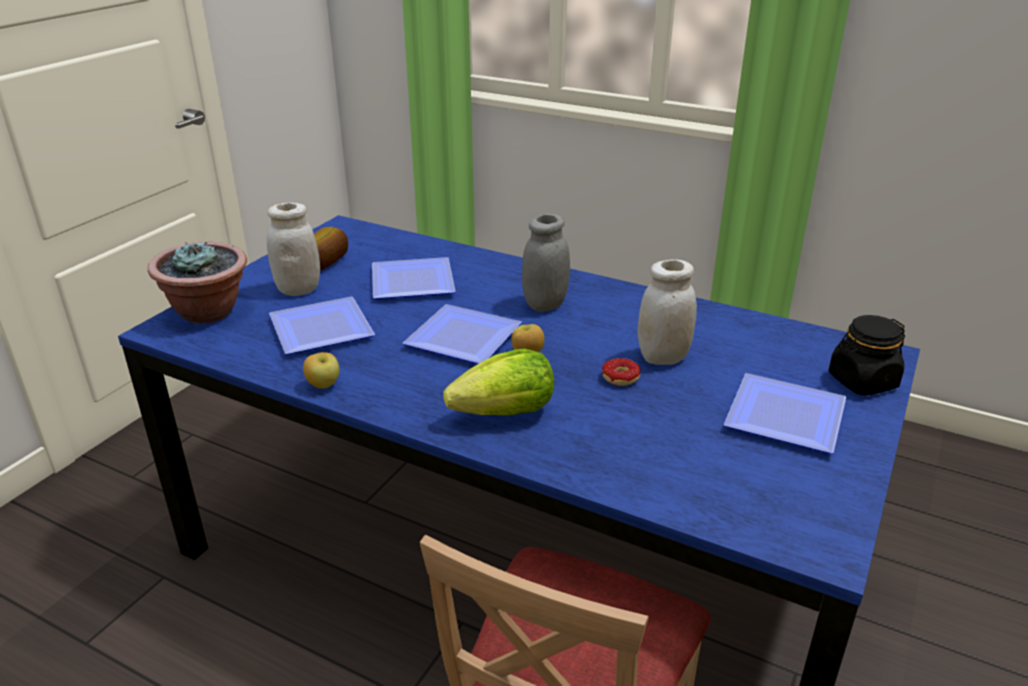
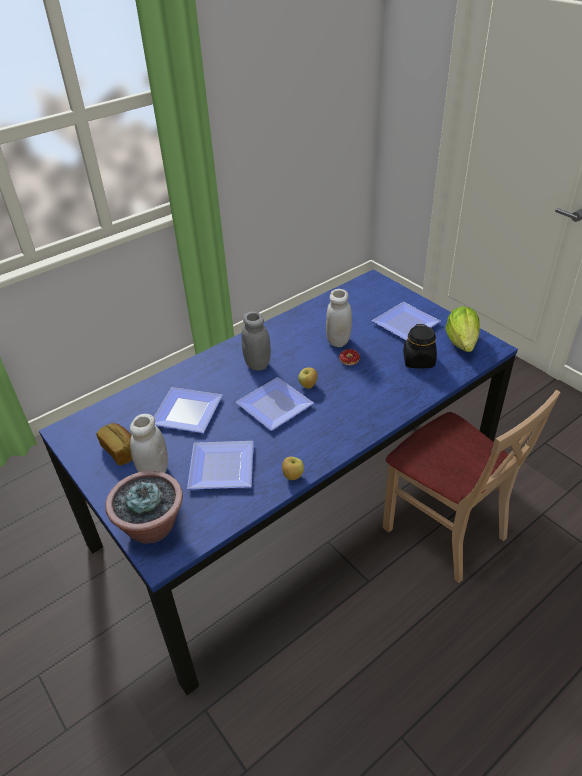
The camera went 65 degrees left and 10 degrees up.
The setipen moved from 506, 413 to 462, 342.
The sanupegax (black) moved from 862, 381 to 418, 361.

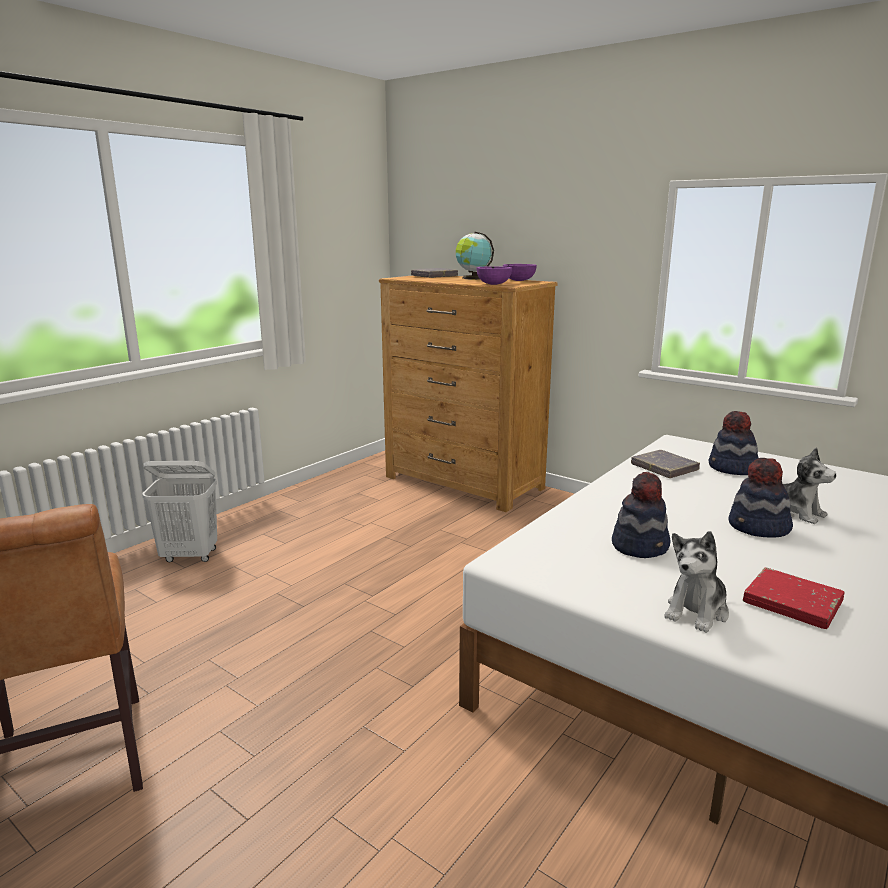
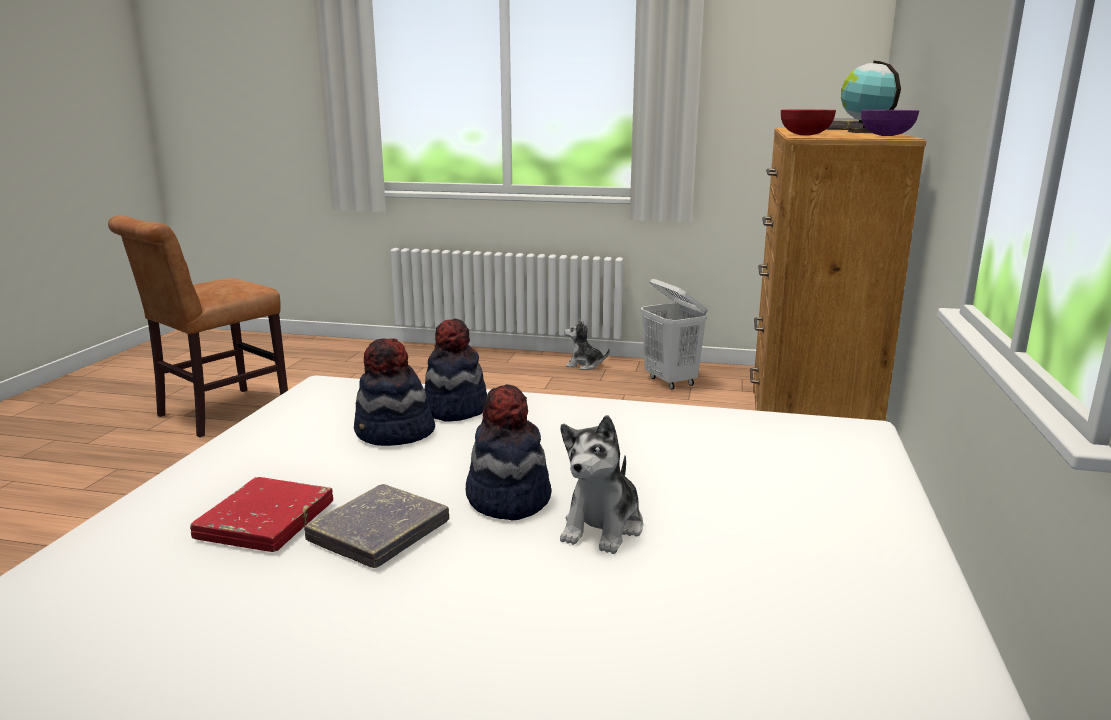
The camera went 65 degrees right and 0 degrees up.
The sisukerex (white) moved from 190, 556 to 671, 381.
The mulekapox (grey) moved from 664, 468 to 379, 532.
The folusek moved from 697, 611 to 584, 365.
The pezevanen moved from 732, 469 to 454, 409.
The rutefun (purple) at 494, 284 became the rutefun (red) at 805, 135.

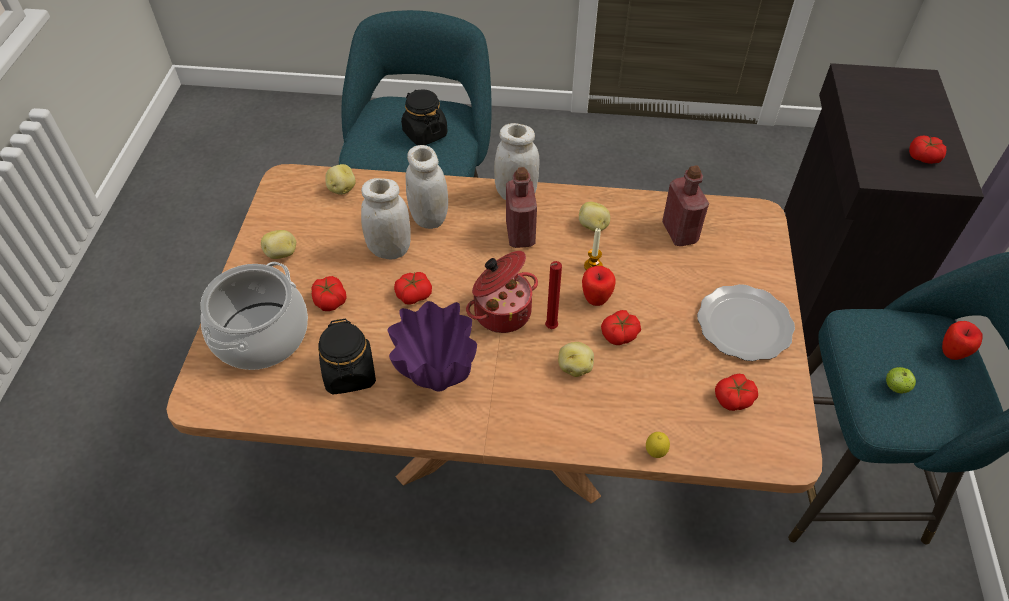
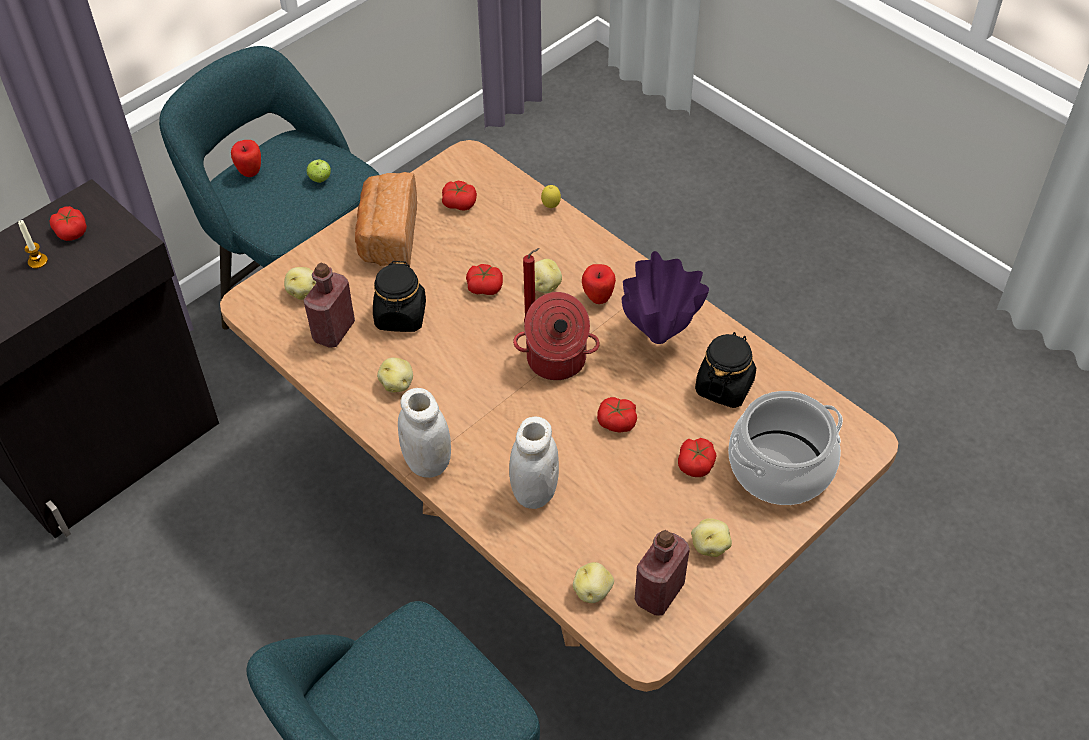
The camera went 140 degrees left and 0 degrees up.
The sanupegax (white) at 390, 250 disappeared.
The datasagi at 303, 292 appeared.
The sanupegax (black) moved from 425, 133 to 401, 316.
The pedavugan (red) moved from 520, 234 to 659, 593.
The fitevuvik moved from 596, 299 to 598, 298.
The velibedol moved from 593, 266 to 38, 261.
The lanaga at 744, 326 was replaced by the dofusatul at 388, 236.

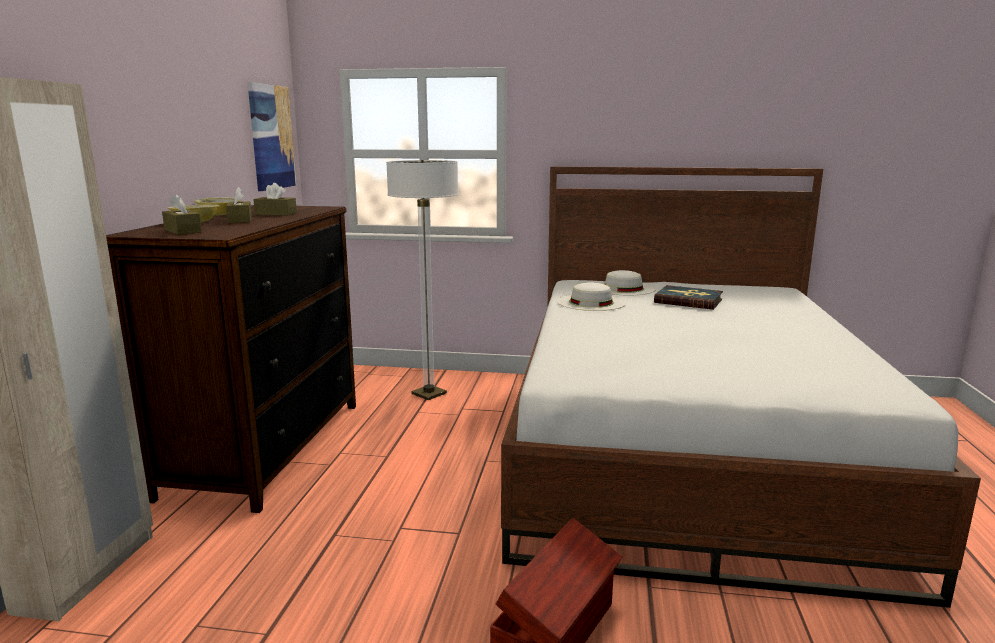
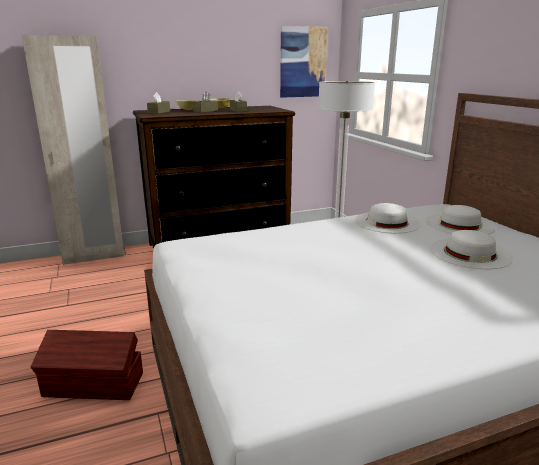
The camera went 60 degrees right and 5 degrees up.
The mulekapox at 688, 301 was replaced by the pezevanen (white) at 470, 253.

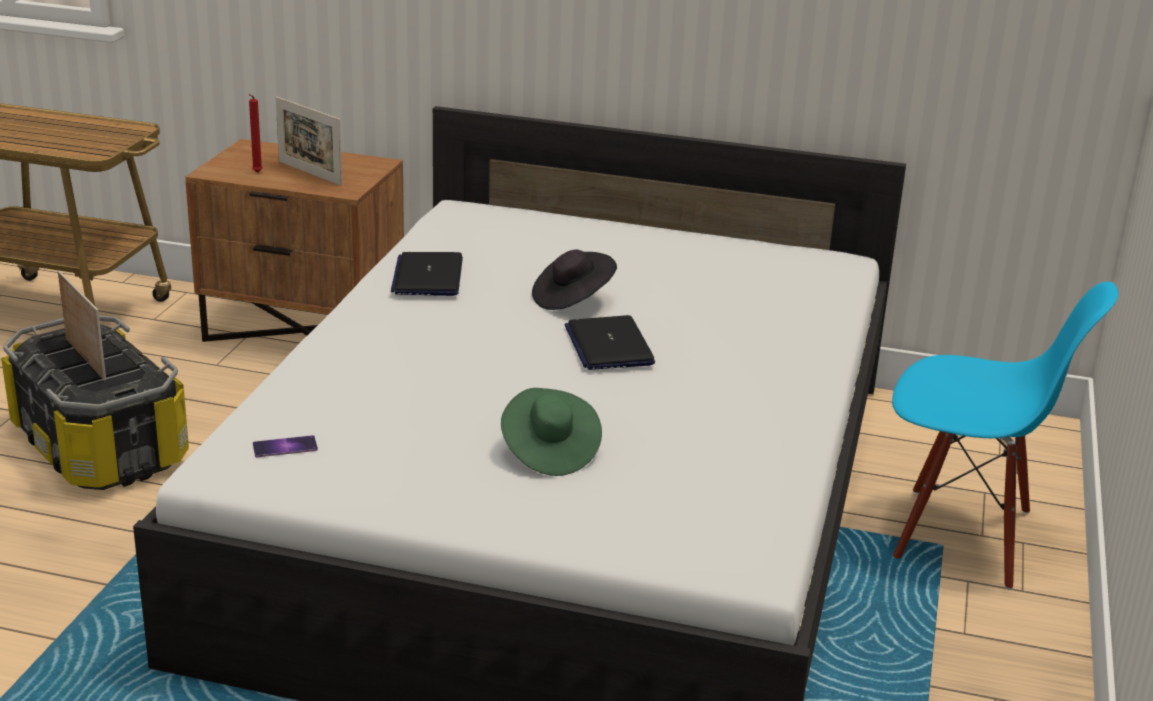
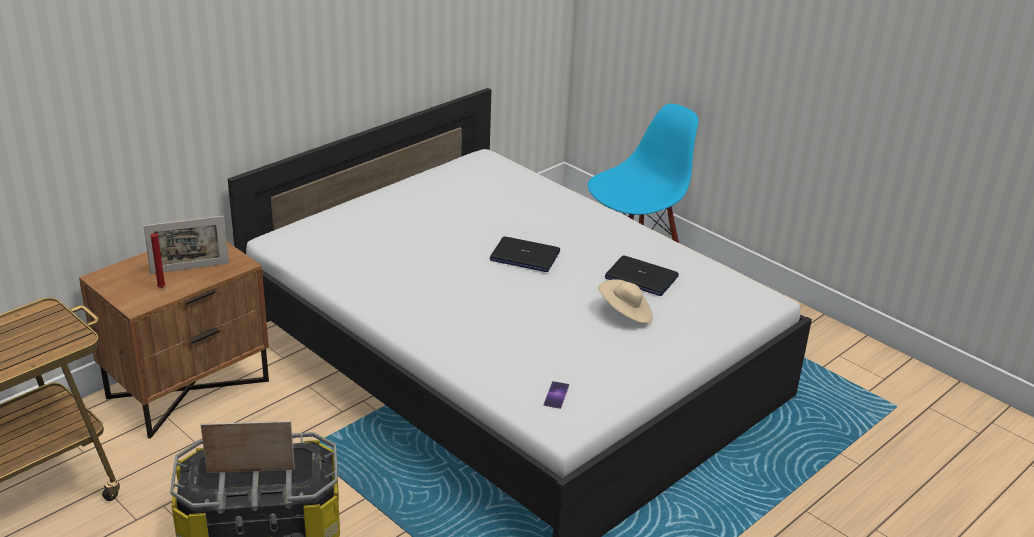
The camera went 60 degrees left and 5 degrees up.
The pezevanen (black) at 572, 299 disappeared.
The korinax moved from 428, 276 to 641, 277.
The pezevanen (green) at 549, 452 became the pezevanen (beige) at 625, 314.

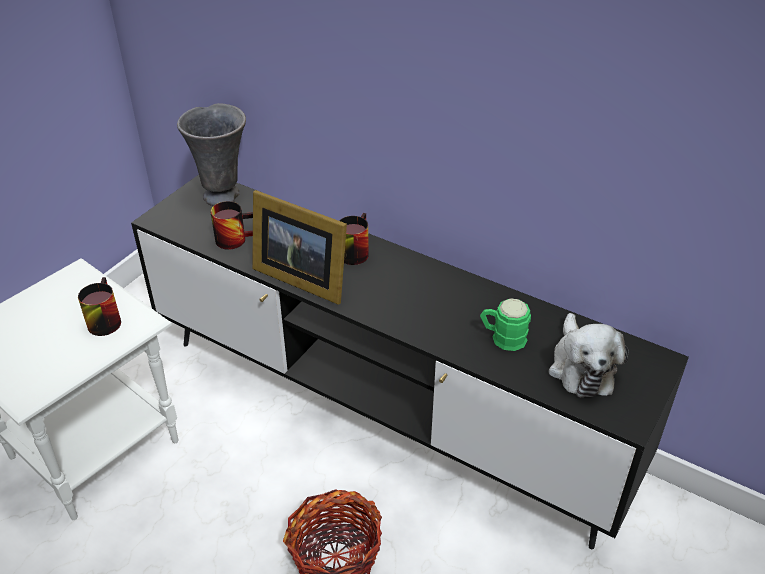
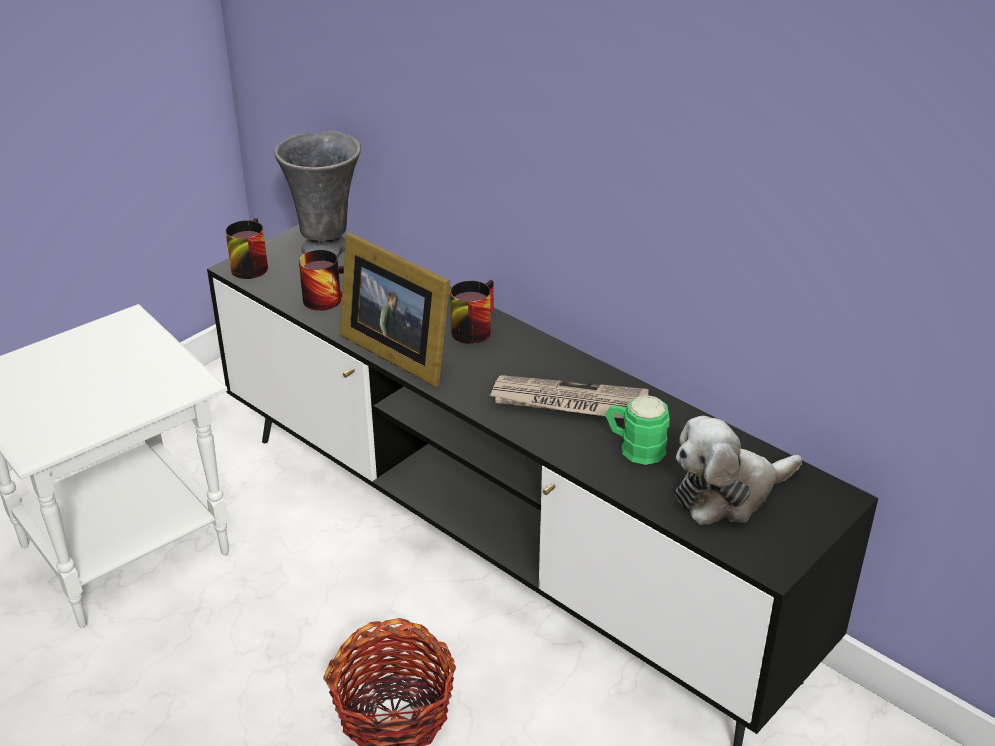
The camera went 10 degrees right and 5 degrees down.
The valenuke at 568, 403 appeared.
The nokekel moved from 102, 320 to 248, 265.
The folusek at 581, 367 turned 60 degrees clockwise.

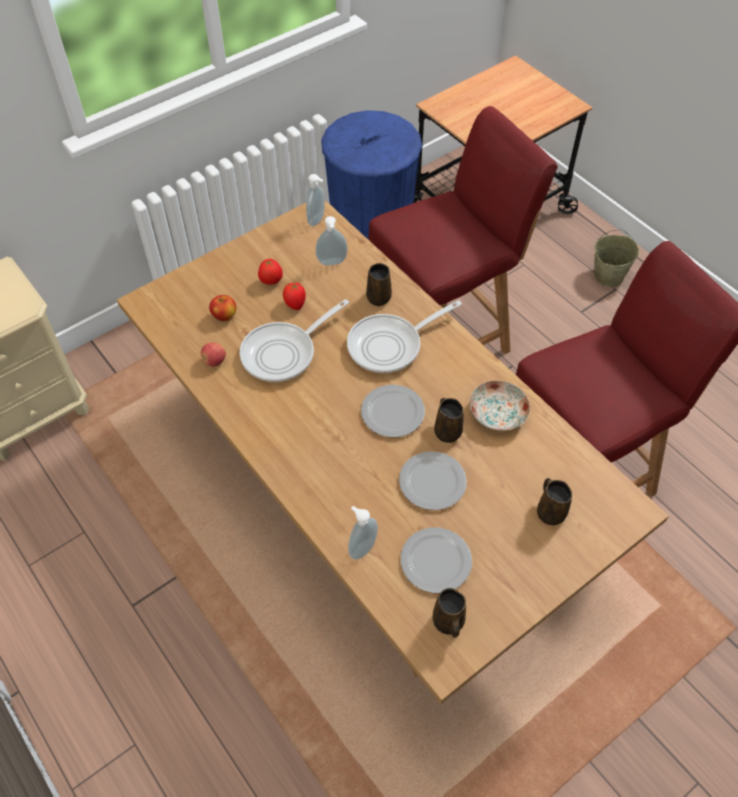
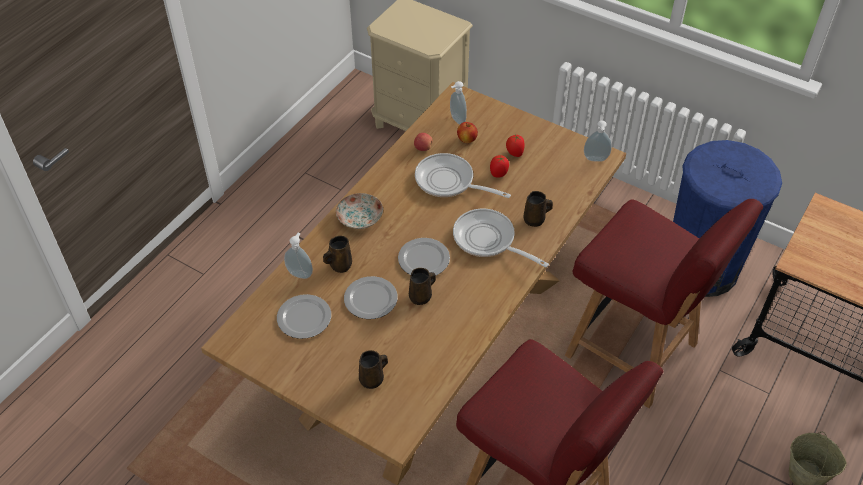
The camera went 70 degrees right and 5 degrees down.
The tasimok moved from 332, 263 to 456, 120.
The nokekel (brown) moved from 448, 623 to 339, 265.
The lanaga moved from 496, 413 to 360, 217.

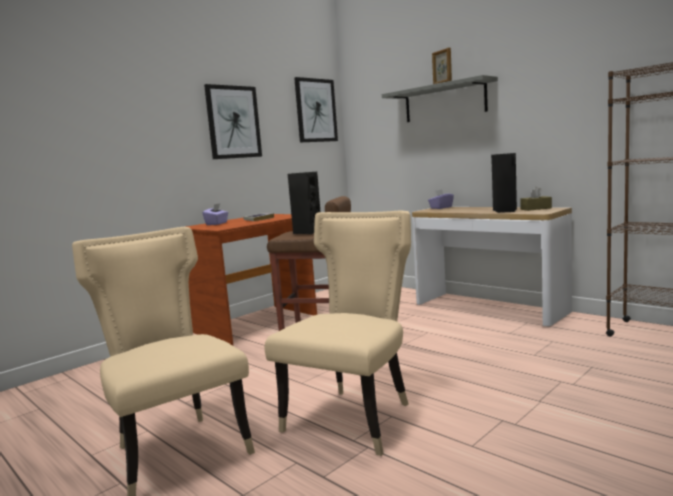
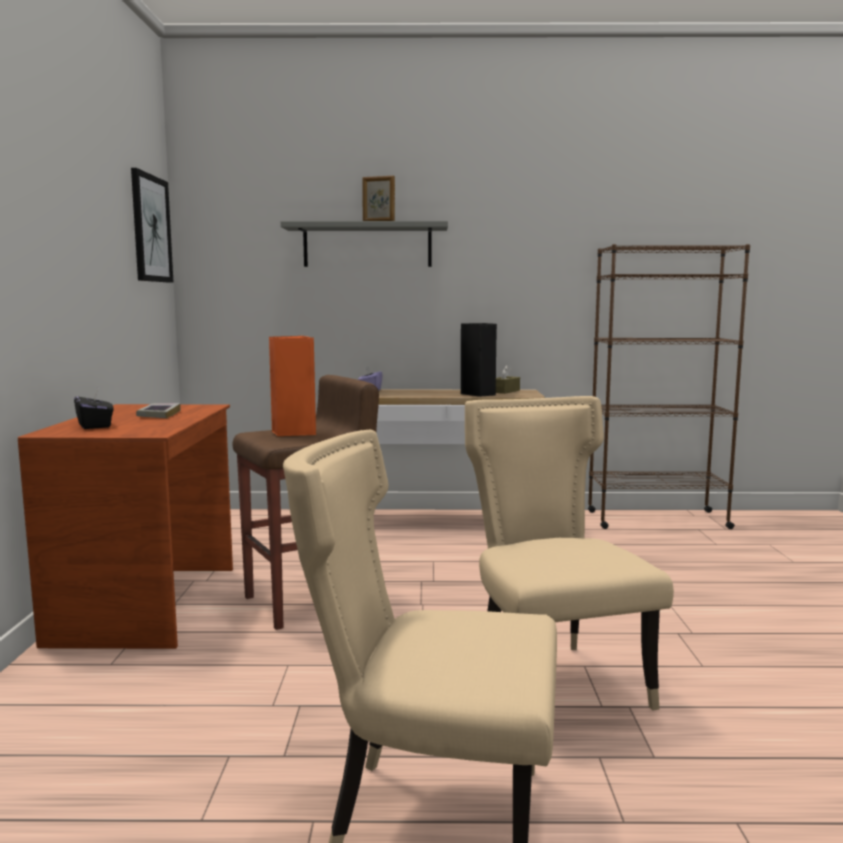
The camera went 45 degrees left and 0 degrees up.
The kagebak at 233, 122 disappeared.
The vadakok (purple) at 217, 223 became the vadakok (black) at 95, 425.
The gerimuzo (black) at 307, 232 became the gerimuzo (orange) at 293, 432.

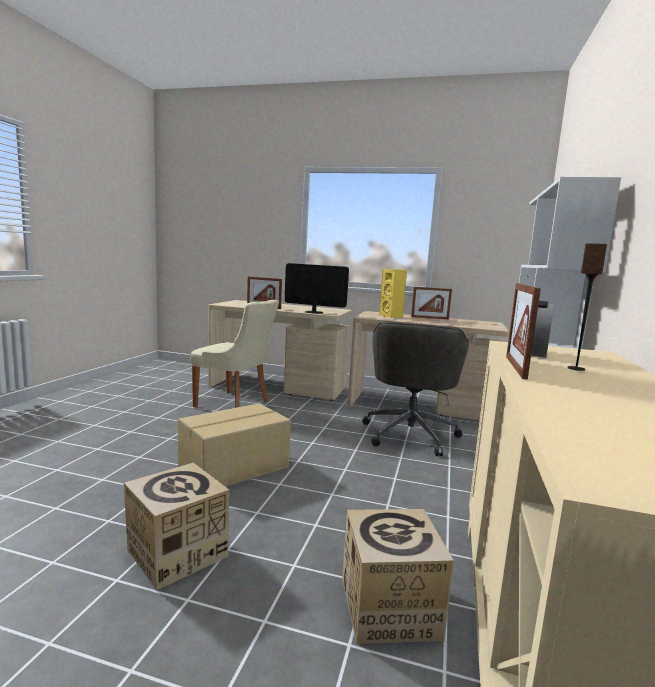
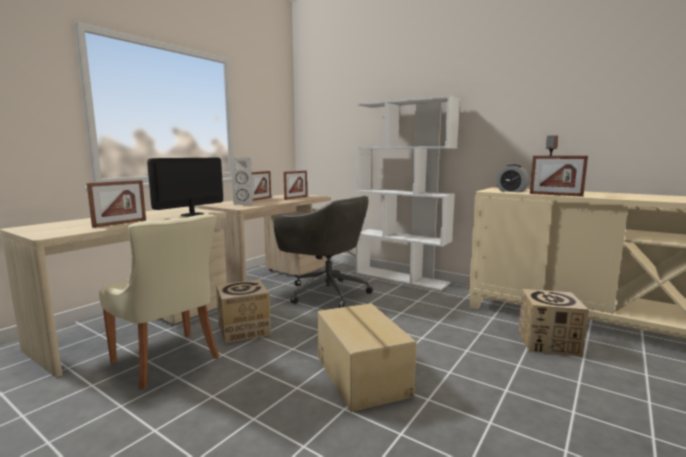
The camera went 70 degrees left and 0 degrees up.
The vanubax at 296, 198 appeared.
The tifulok moved from 176, 553 to 244, 330.
The gerimuzo (yellow) at 391, 316 became the gerimuzo (white) at 243, 203.
The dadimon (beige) at 234, 404 turned 90 degrees clockwise.

